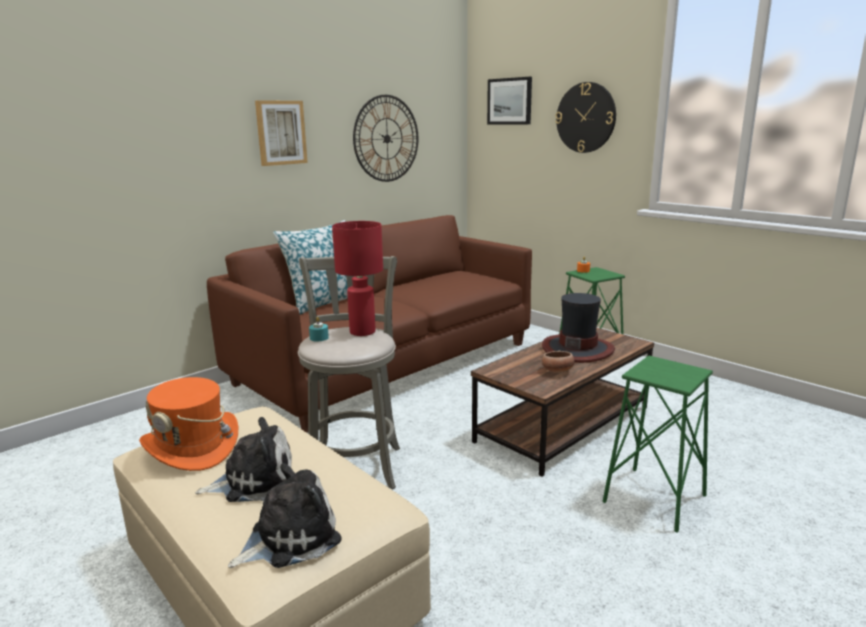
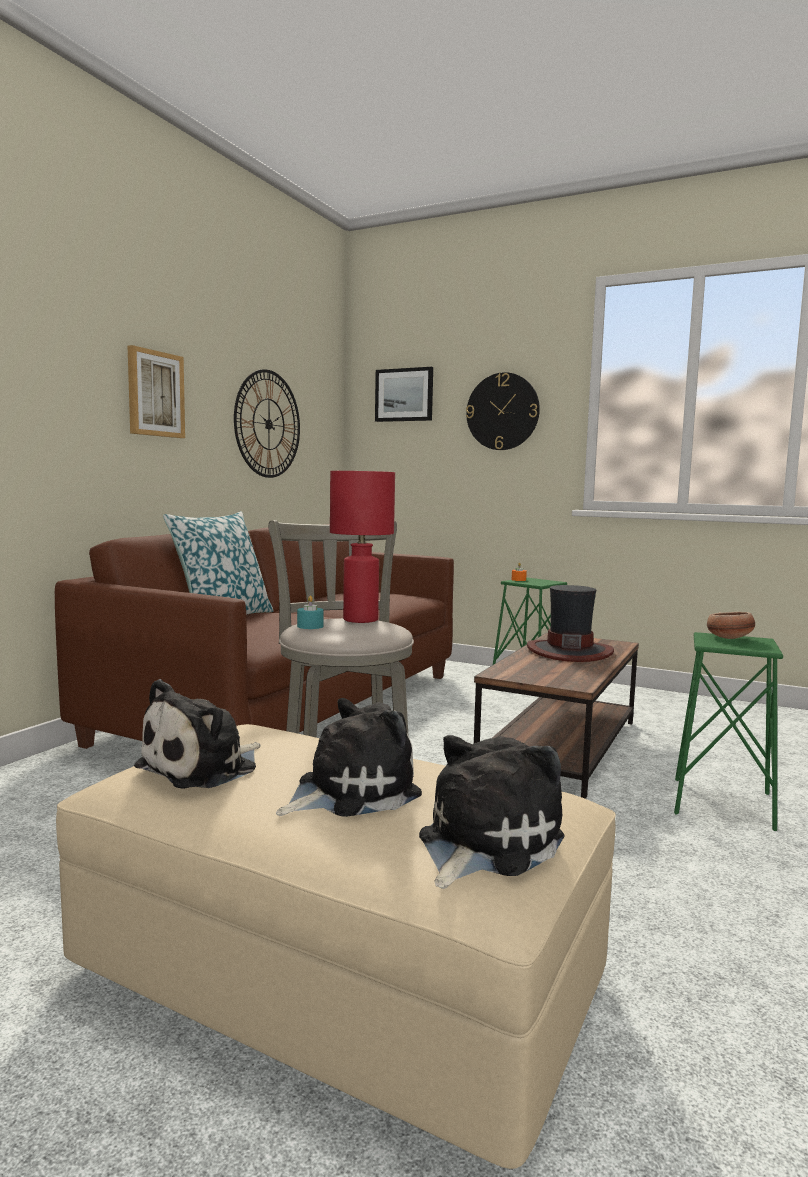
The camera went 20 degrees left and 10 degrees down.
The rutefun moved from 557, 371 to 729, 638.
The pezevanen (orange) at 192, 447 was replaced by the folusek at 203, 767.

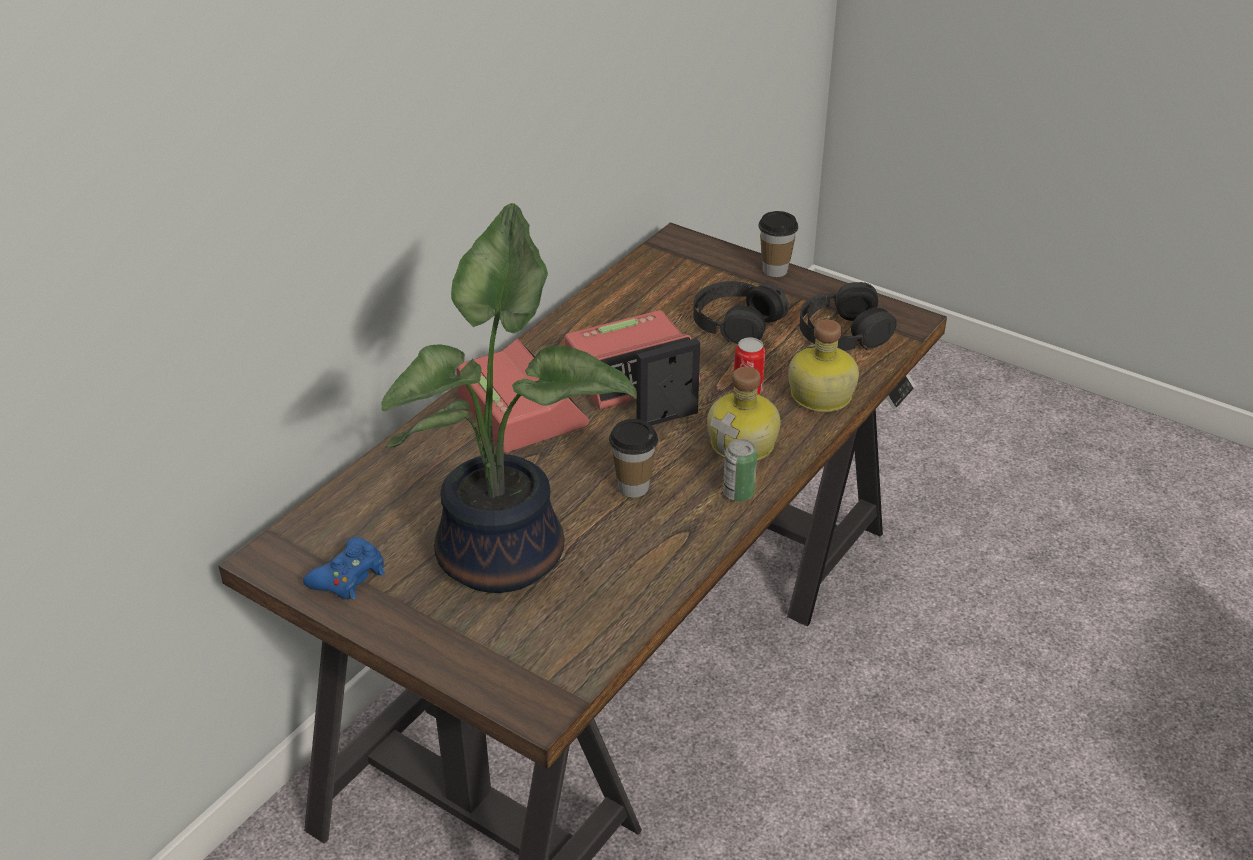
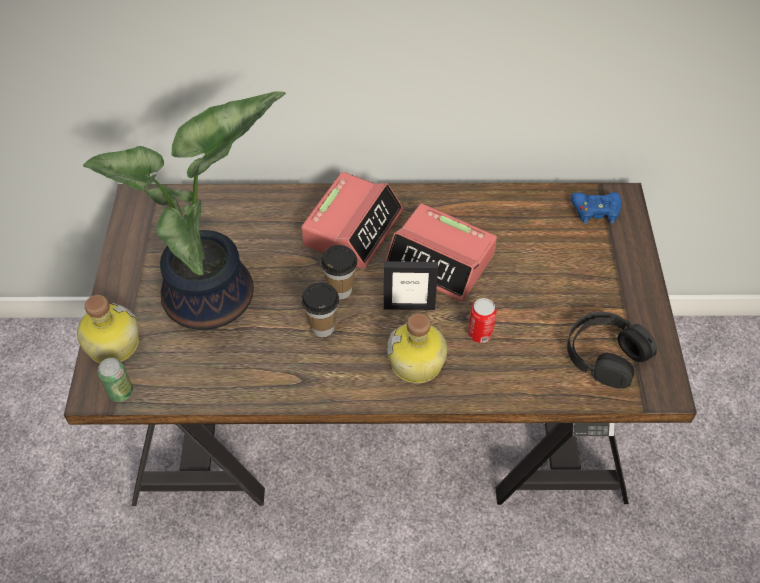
The camera went 55 degrees right and 15 degrees up.
The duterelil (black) at 736, 322 disappeared.
The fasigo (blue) moved from 349, 577 to 595, 211.
The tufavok moved from 738, 493 to 121, 392.
The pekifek moved from 775, 270 to 340, 290.
The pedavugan moved from 820, 396 to 111, 344.
The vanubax at 667, 418 turned 150 degrees clockwise.

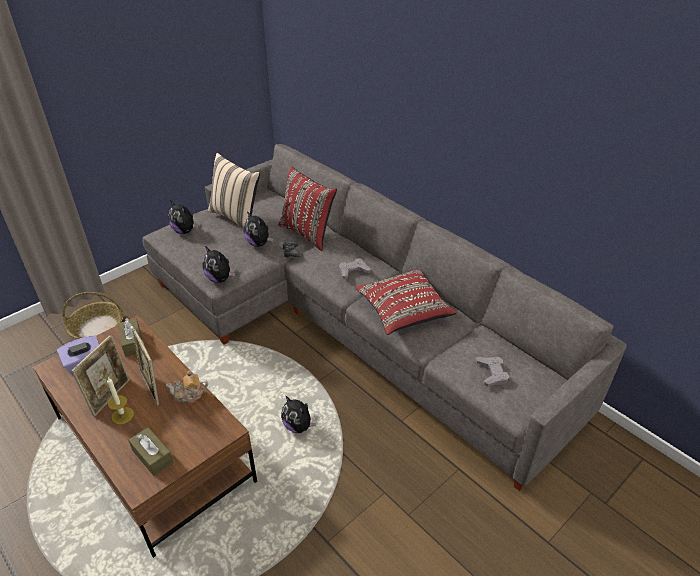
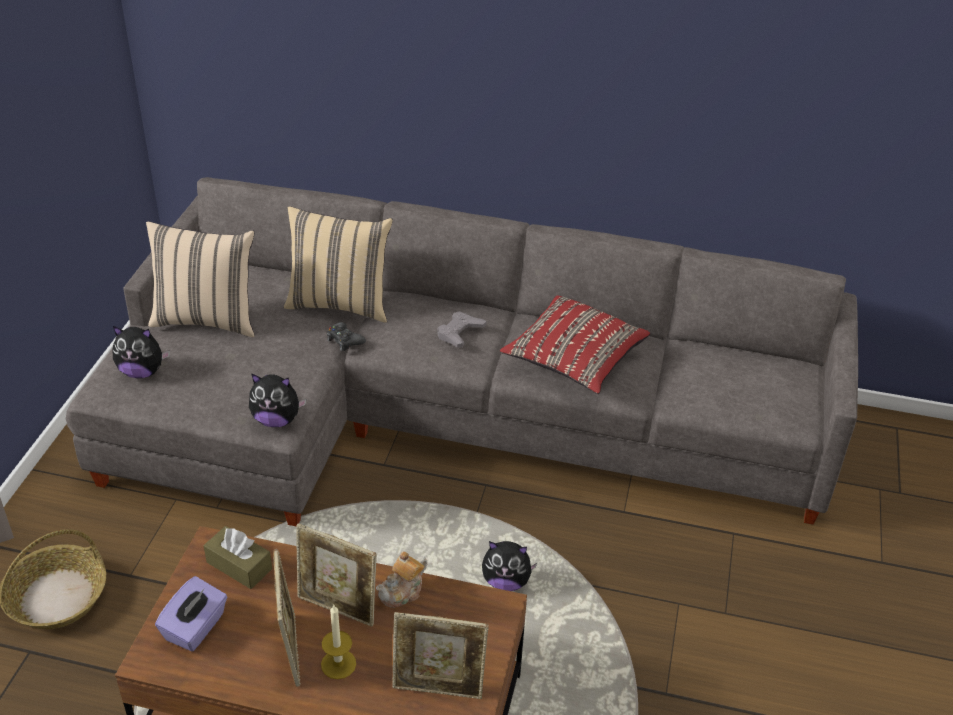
The camera went 35 degrees left and 0 degrees up.
The folusek at 259, 243 disappeared.
The fasigo (grey) at 491, 373 disappeared.
The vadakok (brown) at 152, 456 was replaced by the vanubax at 438, 689.
The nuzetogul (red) at 308, 233 became the nuzetogul (beige) at 340, 304.

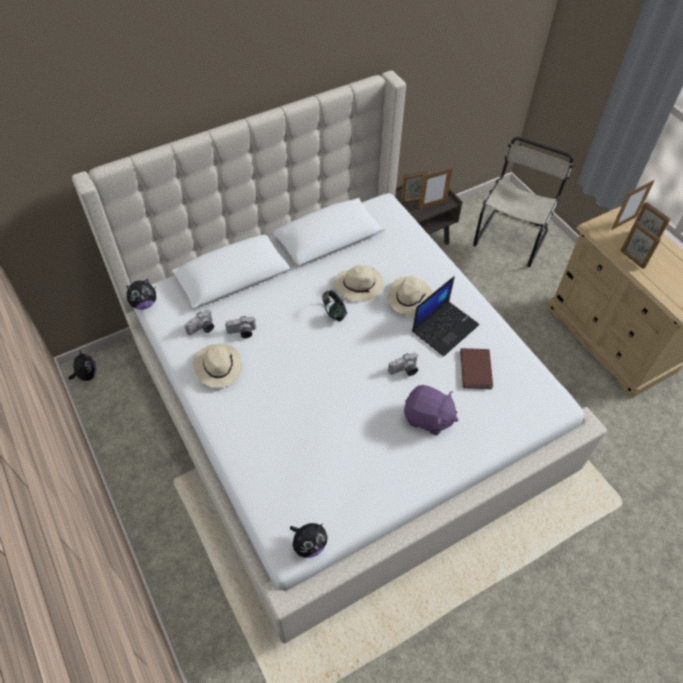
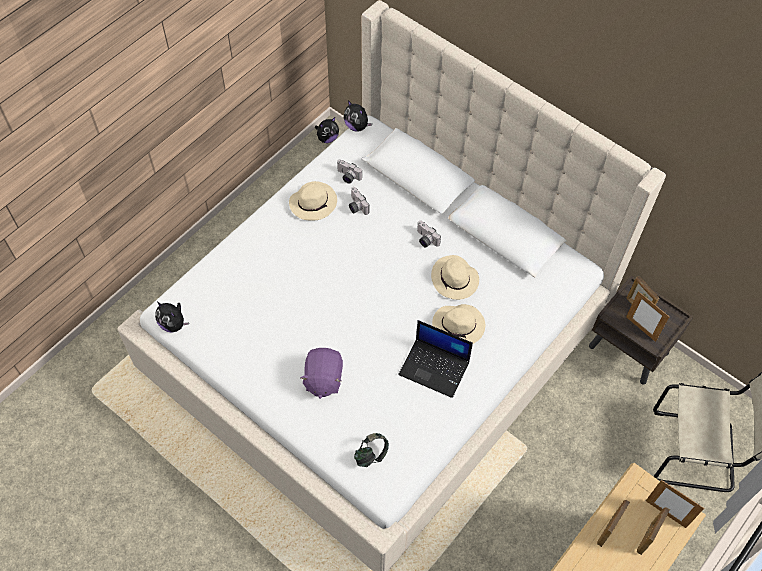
The camera went 70 degrees right and 5 degrees up.
The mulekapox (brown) at 477, 369 disappeared.
The duterelil moved from 334, 312 to 371, 455.
The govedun moved from 404, 371 to 425, 240.

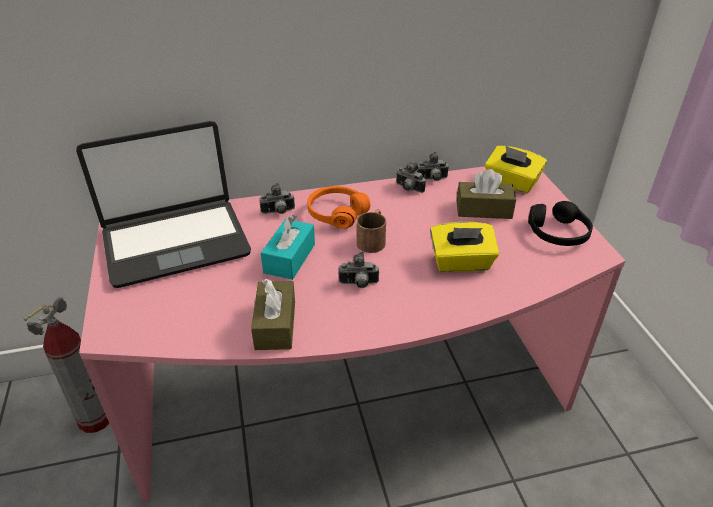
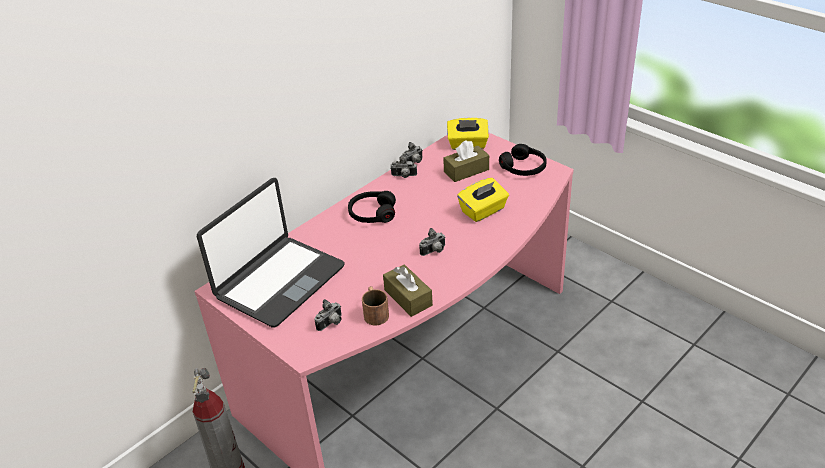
The camera went 30 degrees left and 0 degrees up.
The vadakok (turquoise) at 289, 258 disappeared.
The govedun moved from 278, 212 to 331, 324.
The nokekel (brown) moved from 373, 239 to 375, 312.
The duterelil (orange) at 337, 213 became the duterelil (black) at 372, 213.

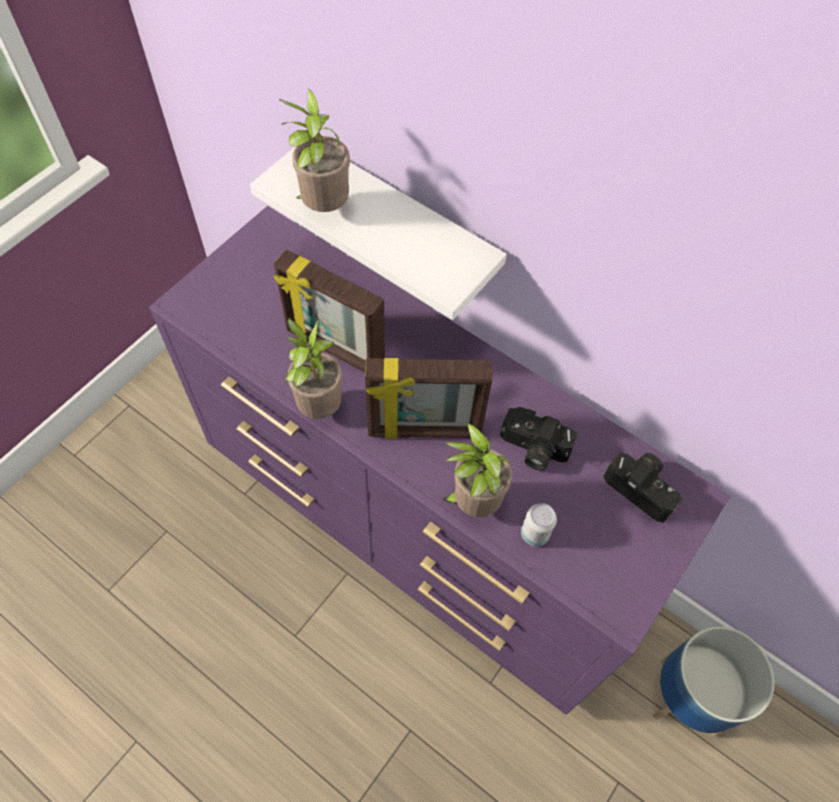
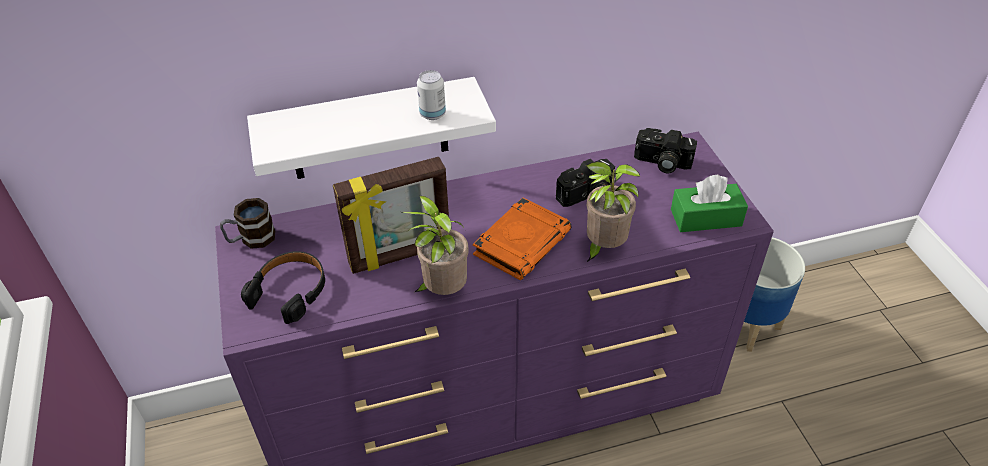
The camera went 50 degrees left and 15 degrees down.
The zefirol at 323, 207 disappeared.
The nokekel at 251, 239 appeared.
The duterelil (black) at 290, 291 appeared.
The vadakok (green) at 706, 218 appeared.
The tufavok moved from 534, 534 to 432, 114.
The vanubax at 424, 431 was replaced by the mulekapox (orange) at 522, 242.
The govedun at 642, 488 turned 150 degrees counterclockwise.

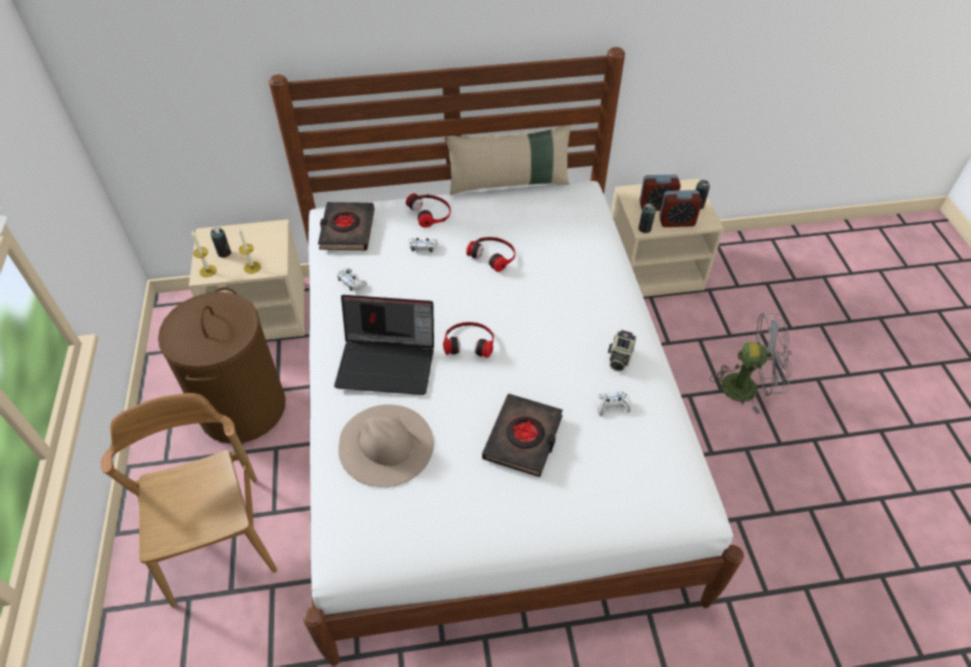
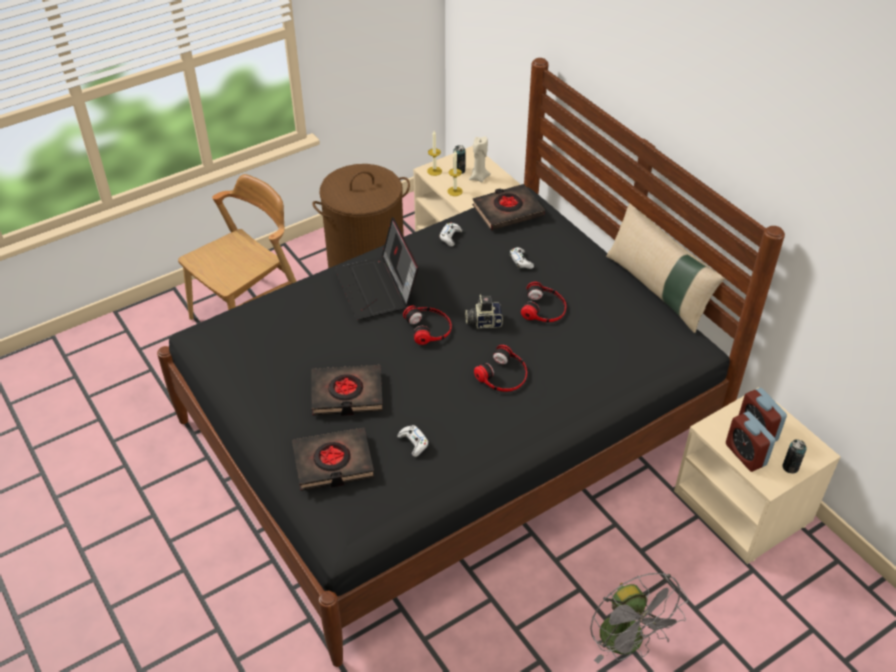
The camera went 65 degrees right and 5 degrees down.
The pezevanen (beige) at 385, 444 disappeared.
The tufavok at 644, 229 disappeared.
The mulekapox (black) at 333, 463 appeared.
The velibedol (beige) at 479, 178 appeared.
The duterelil moved from 430, 212 to 503, 375.
The govedun moved from 619, 357 to 483, 321.
The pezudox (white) at 485, 419 became the pezudox (black) at 447, 431.

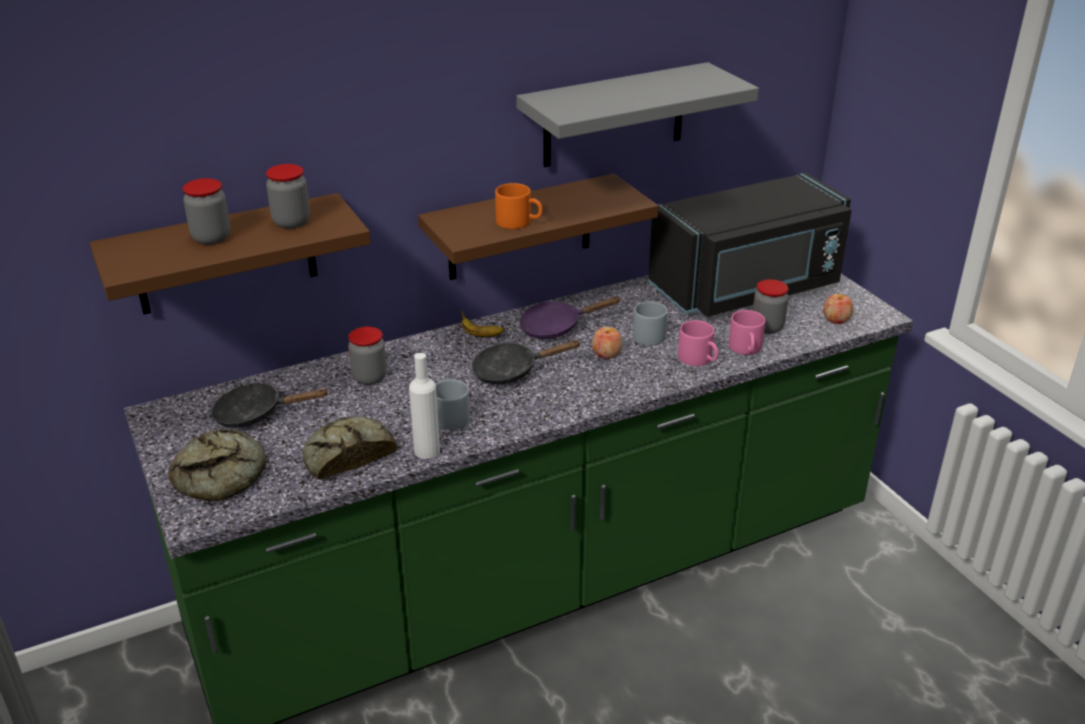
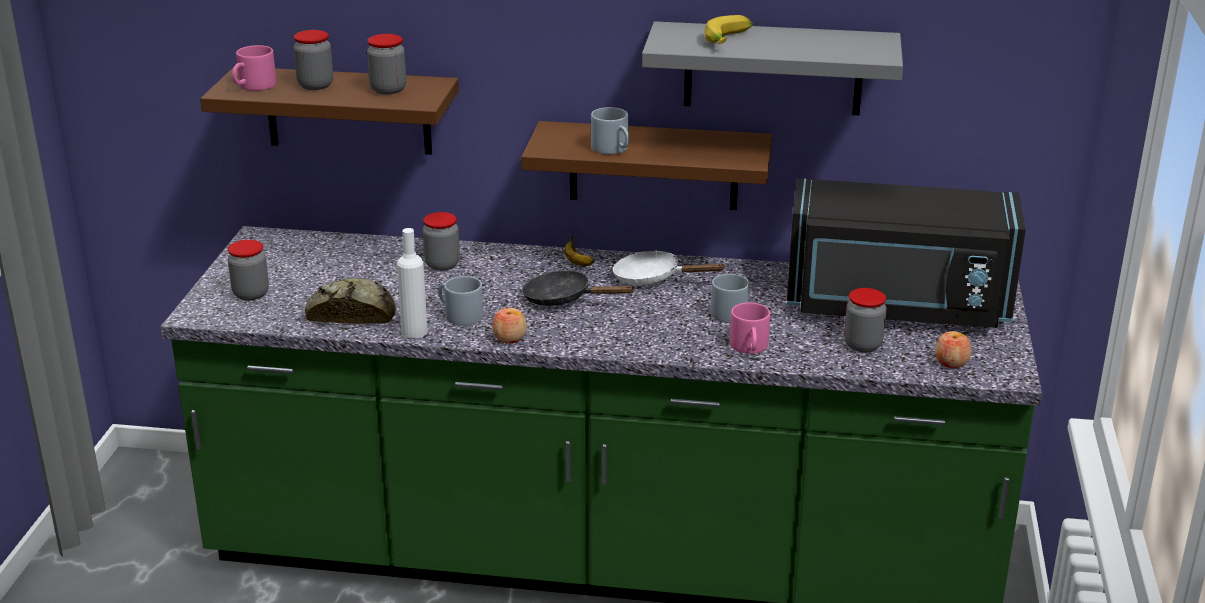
The camera went 35 degrees right and 5 degrees down.
The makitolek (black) at 256, 414 disappeared.
The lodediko at 729, 41 appeared.
The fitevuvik moved from 606, 353 to 509, 338.
The nokekel (pink) moved from 747, 349 to 254, 86.
The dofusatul at 223, 475 was replaced by the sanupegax at 251, 294.
The nokekel (orange) at 519, 222 became the nokekel (grey) at 614, 149.
The makitolek (purple) at 556, 327 became the makitolek (white) at 653, 278.

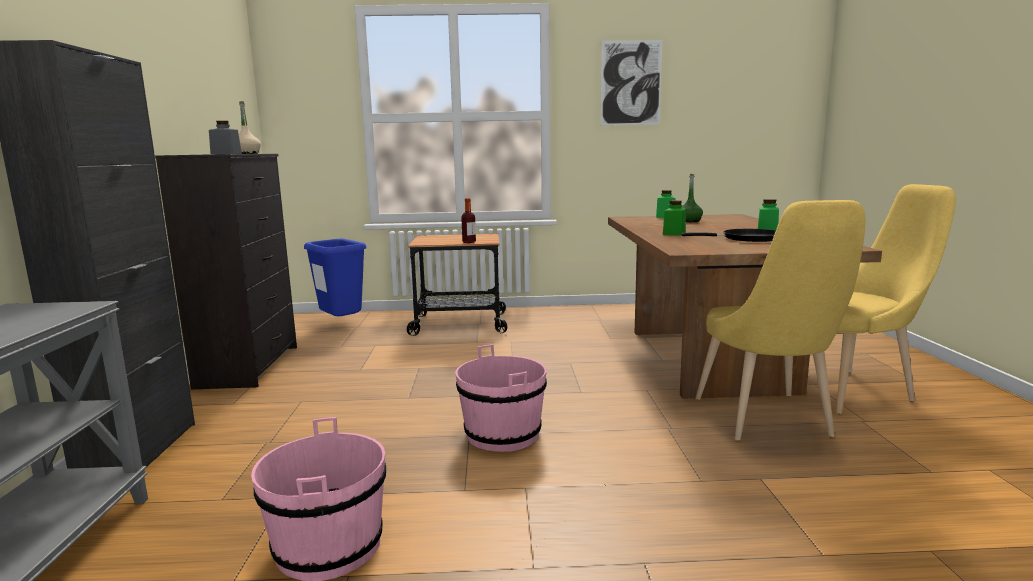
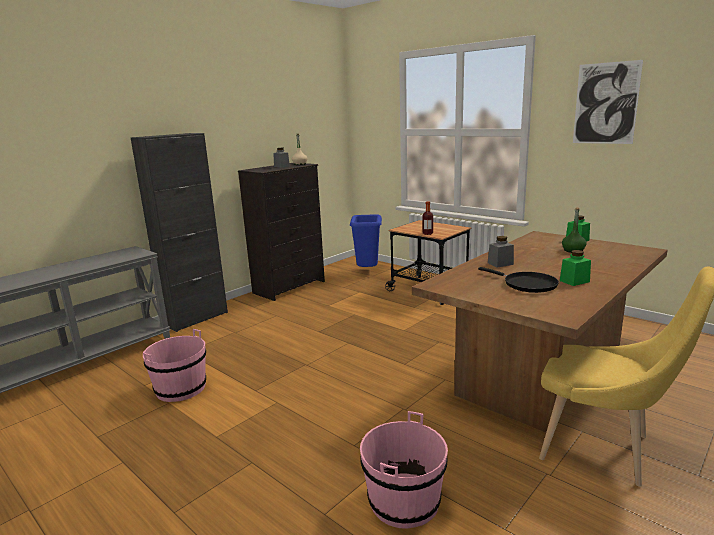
The camera went 45 degrees right and 5 degrees up.
The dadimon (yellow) at 766, 421 disappeared.
The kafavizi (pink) moved from 502, 434 to 403, 501.
The sanupegax (green) at 674, 233 became the sanupegax (grey) at 500, 264.

